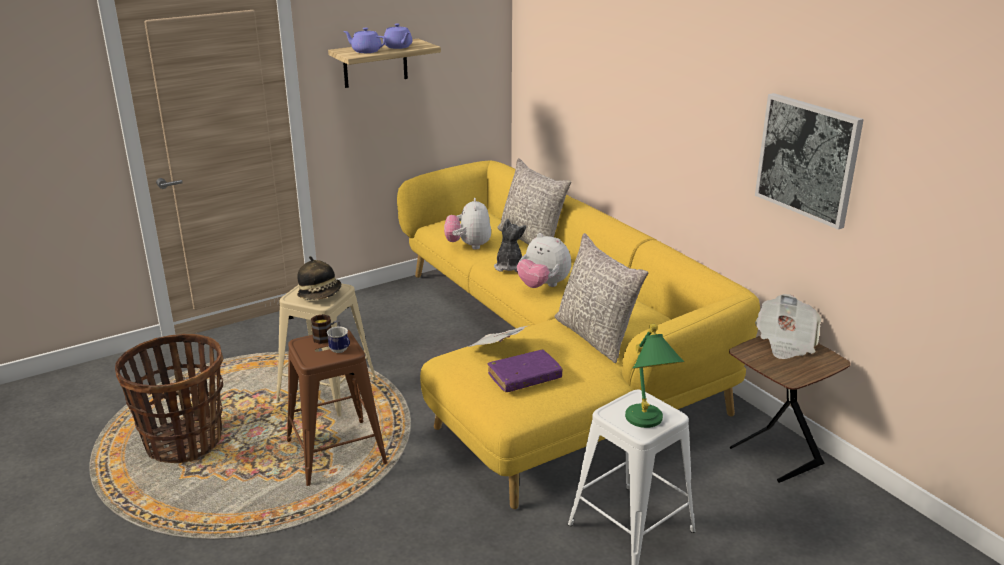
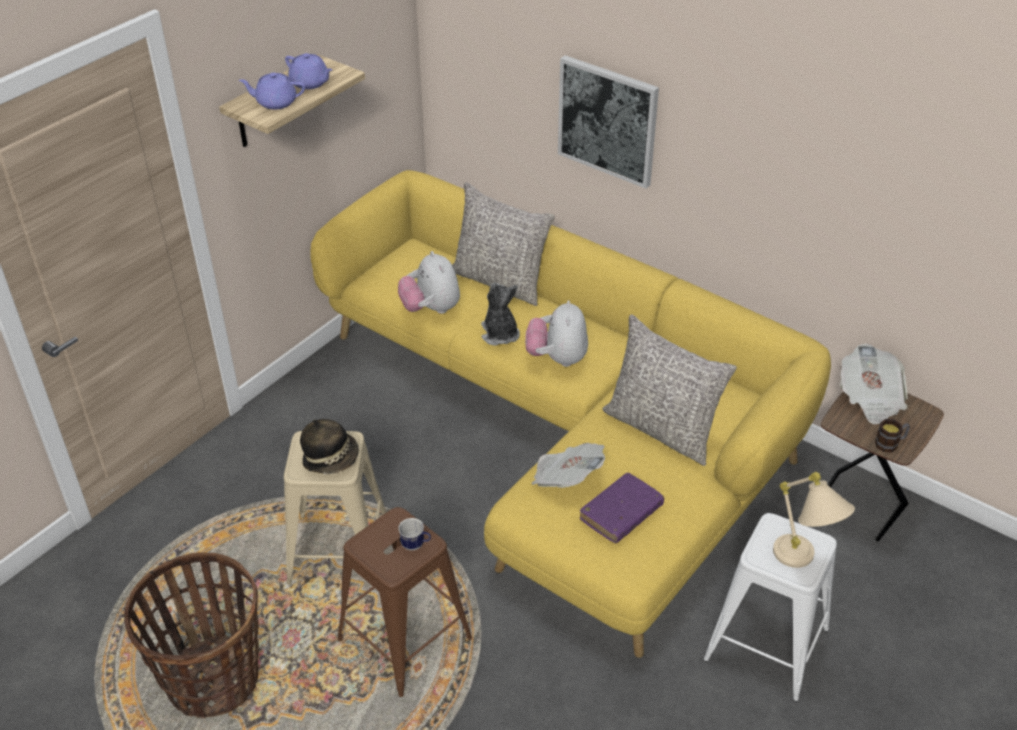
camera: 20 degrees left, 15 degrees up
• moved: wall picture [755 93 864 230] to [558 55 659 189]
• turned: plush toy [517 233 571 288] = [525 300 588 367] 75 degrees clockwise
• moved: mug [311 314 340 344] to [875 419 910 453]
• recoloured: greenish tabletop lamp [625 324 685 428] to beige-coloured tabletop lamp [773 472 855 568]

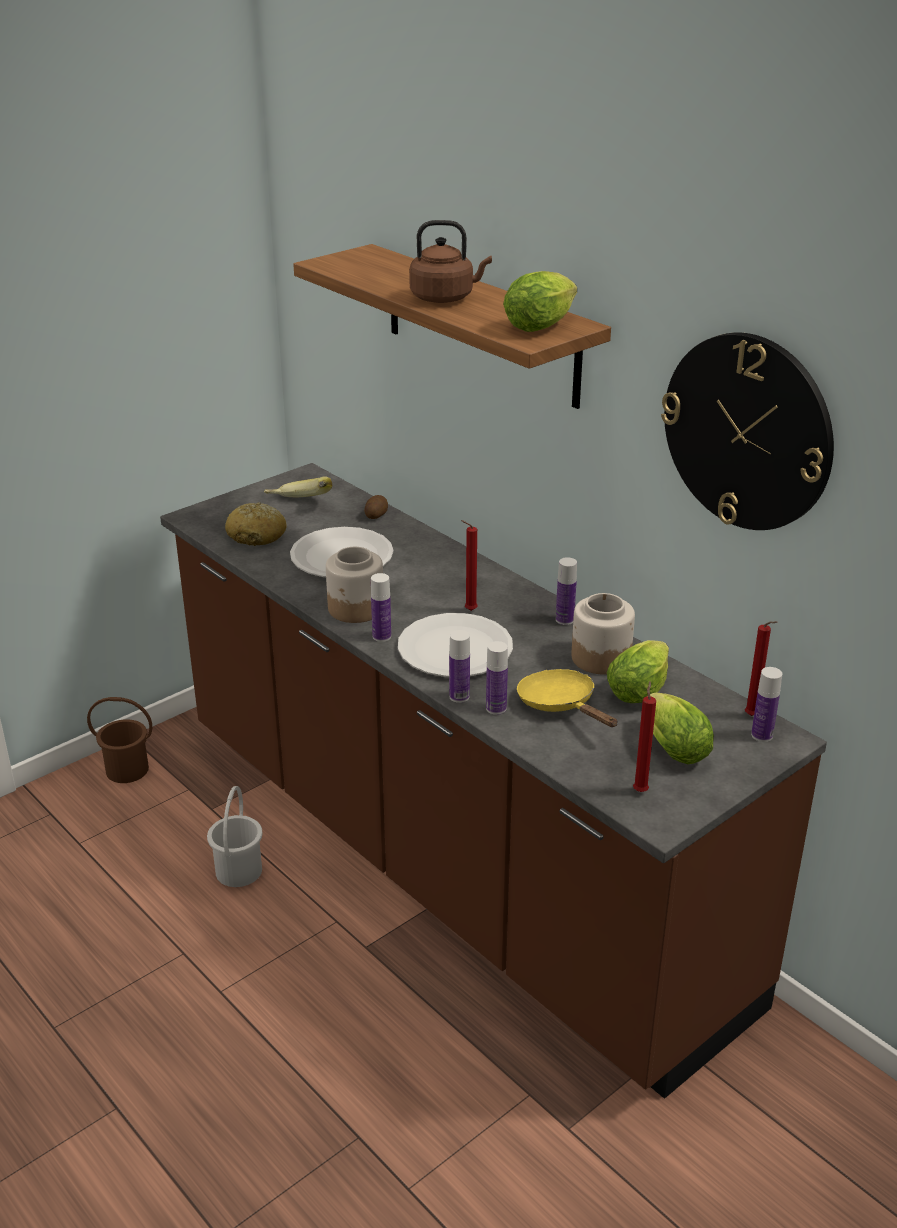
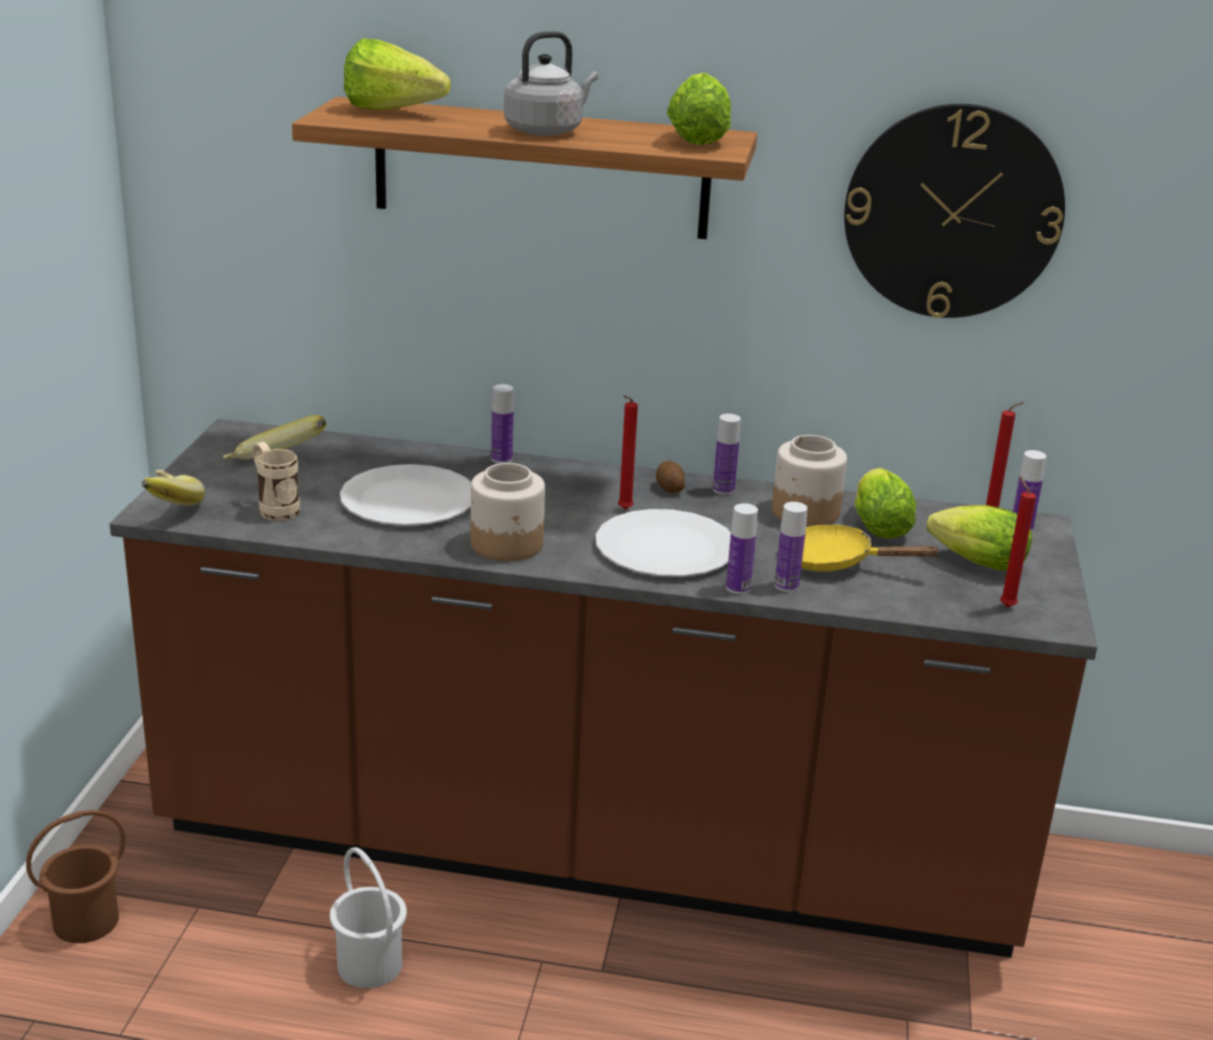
camera: 40 degrees left, 5 degrees down
• recoloured: brown-coloured kettle [409 220 492 303] to greyish kettle [504 31 598 136]
• moved: potato [364 495 388 519] to [656 461 685 493]
• replaced: bakery bread [225 502 287 546] to beige-coloured mug [252 442 300 521]
• moved: bottle [371 573 391 642] to [491 384 514 464]
• added: lettuce [344 38 451 110]
• added: banana [142 469 205 506]

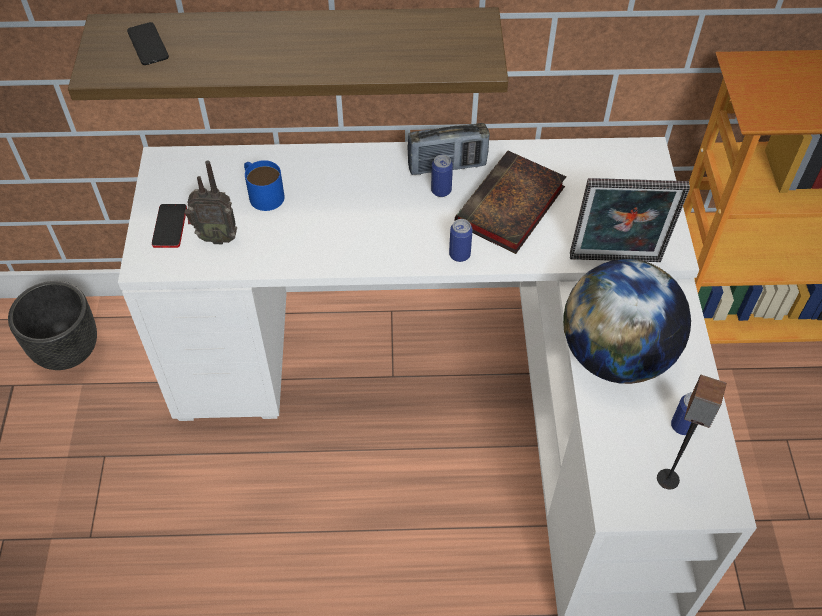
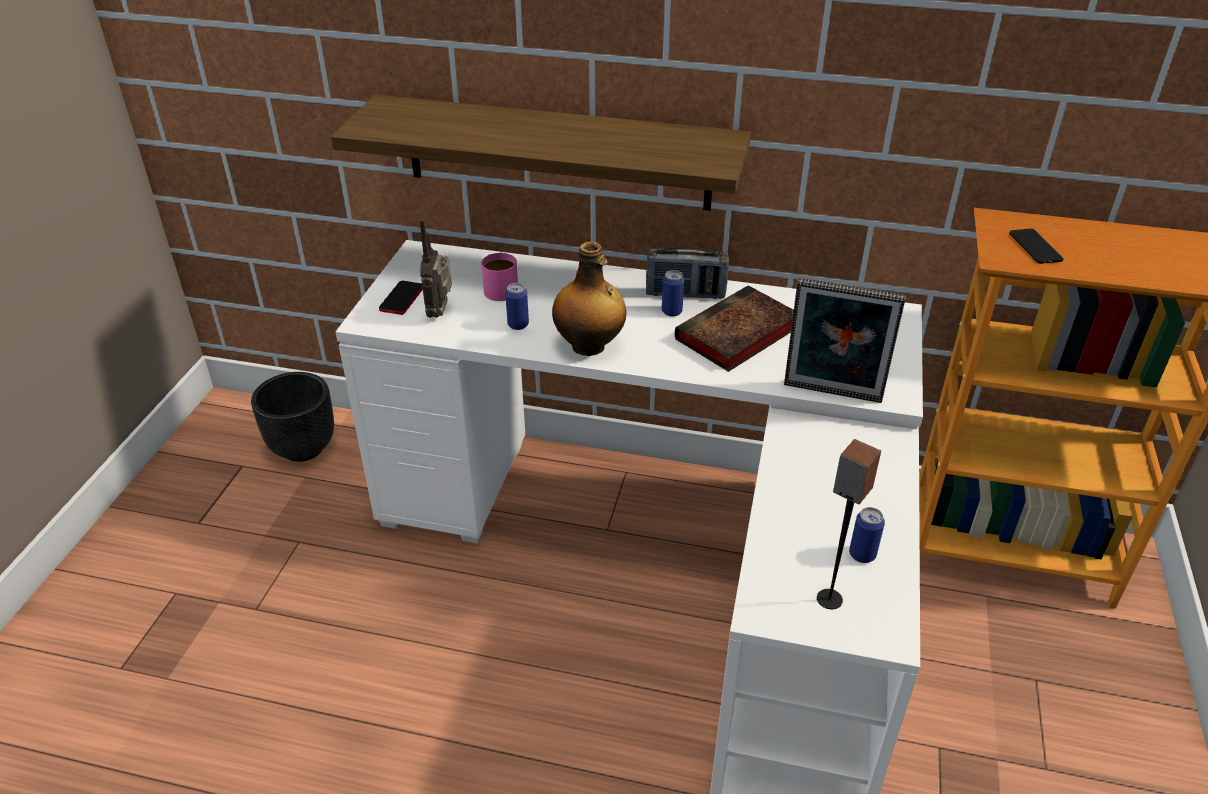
camera: 15 degrees right, 15 degrees down
• moved: telephone [127 22 169 65] to [1009 229 1064 264]
• recoloured: bluish mug [244 160 285 211] to pink mug [481 253 518 301]
• turned: radio set [185 161 237 245] = [420 219 452 318] 75 degrees clockwise
• moved: metal can [449 219 473 262] to [505 283 529 330]
• removed: globe [563 259 691 384]
• added: bottle [552 241 626 356]

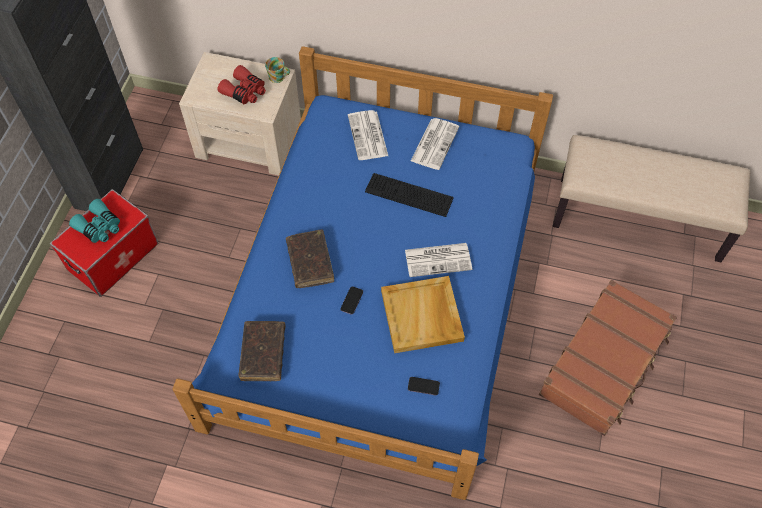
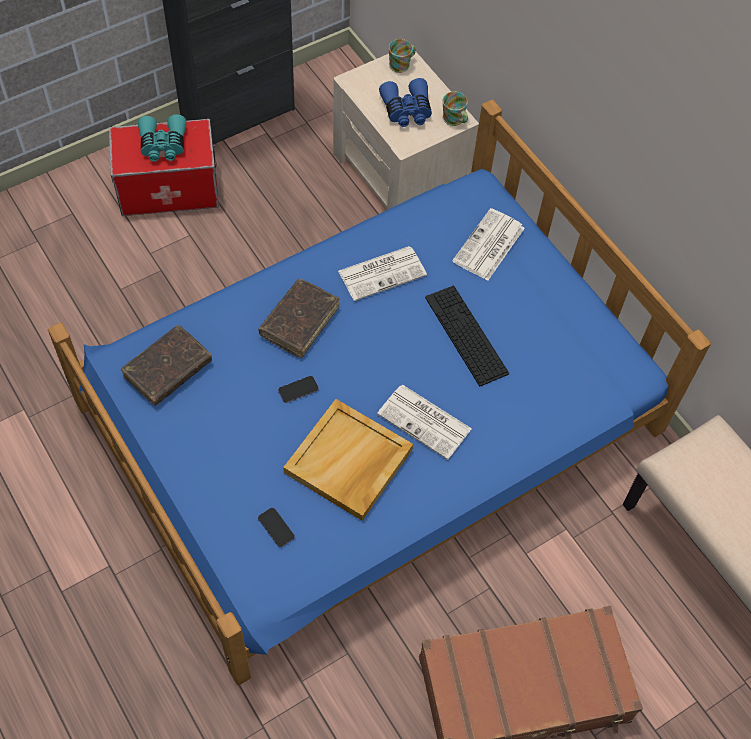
camera: 40 degrees right, 0 degrees up
• recoloured: reddish field glasses [217 65 266 104] to bluish field glasses [379 78 432 127]
• moved: daily paper [411 118 459 170] to [338 246 427 301]
• added: mug [389 39 416 73]

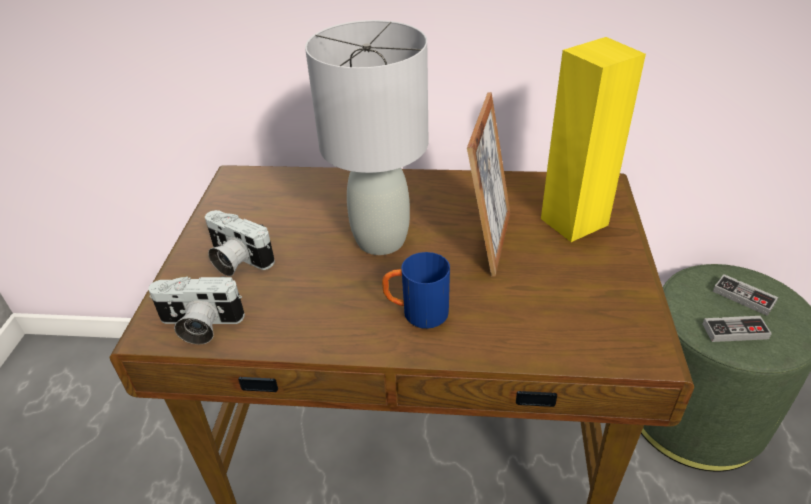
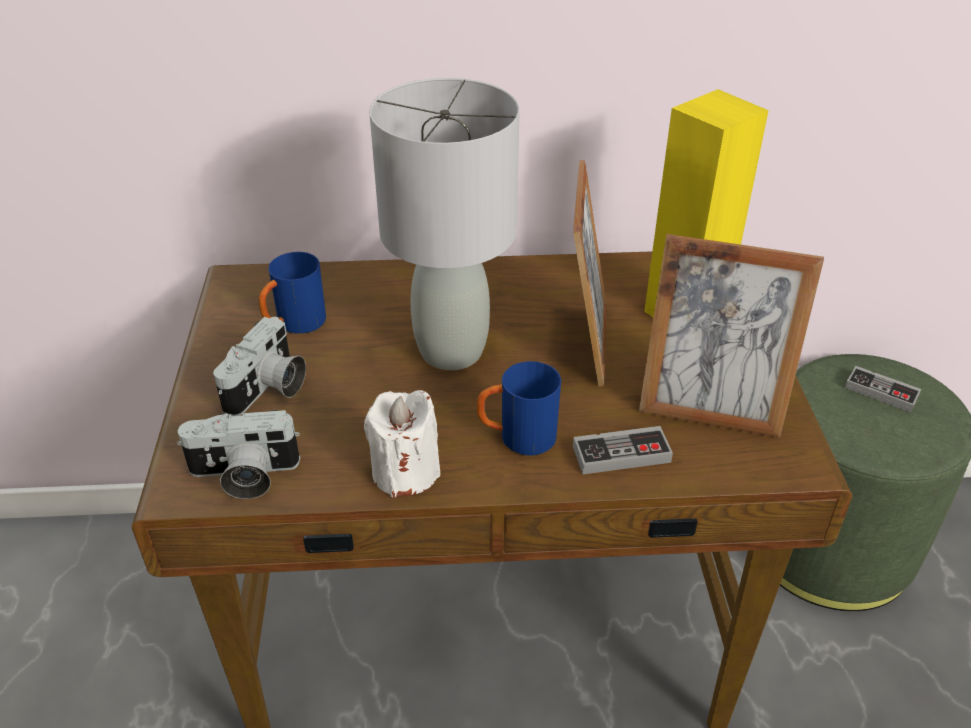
camera: 10 degrees left, 0 degrees up
• turned: still camera [205 210 275 276] = [213 317 306 417] 90 degrees counterclockwise
• moved: game controller [703 316 772 342] to [573 426 673 474]
• added: standing frame [639 234 824 438]
• added: bluish mug [259 252 326 334]
• added: white-coloured wax light [364 390 441 498]

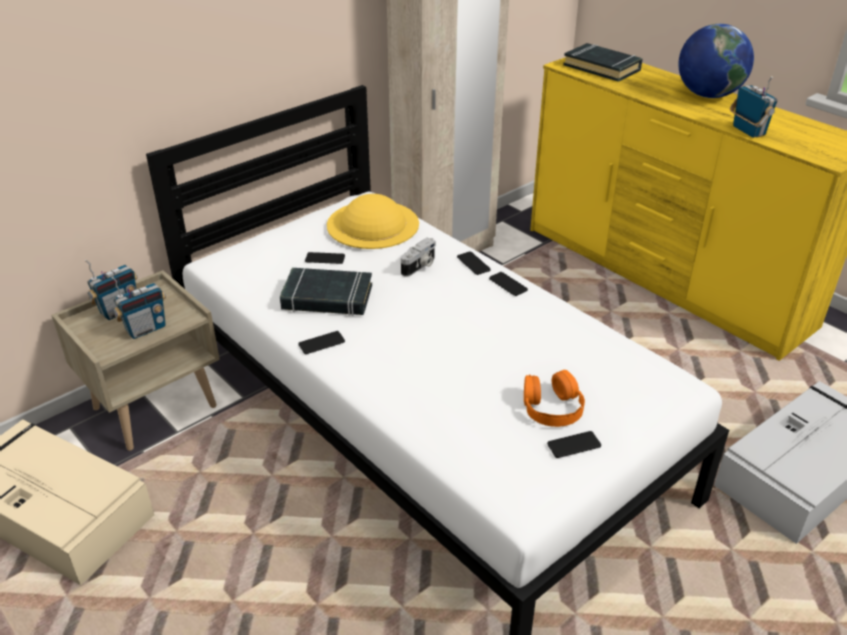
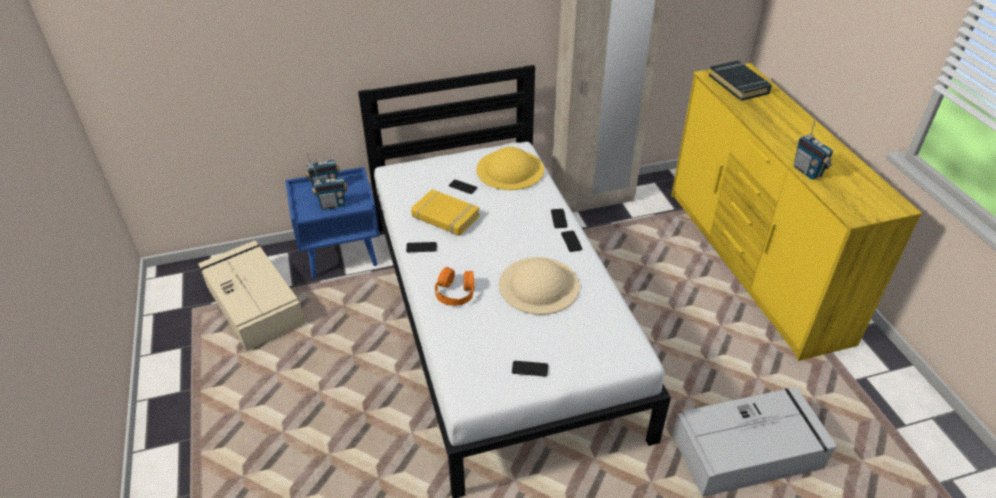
camera: 25 degrees right, 5 degrees up
• removed: globe [678 24 754 98]
• turned: radio set [730 76 777 138] = [794 119 833 180] 150 degrees clockwise
• removed: still camera [401 238 436 277]
• recoloured: black-coloured bound book [280 268 372 316] to yellowish bound book [411 189 480 236]
• recoloured: beige-coloured night table [51 270 220 451] to bluish night table [285 167 380 278]
• moved: orange headphones [524 370 585 427] to [435 267 474 306]
• added: beige-coloured wearable hat [499 257 580 315]

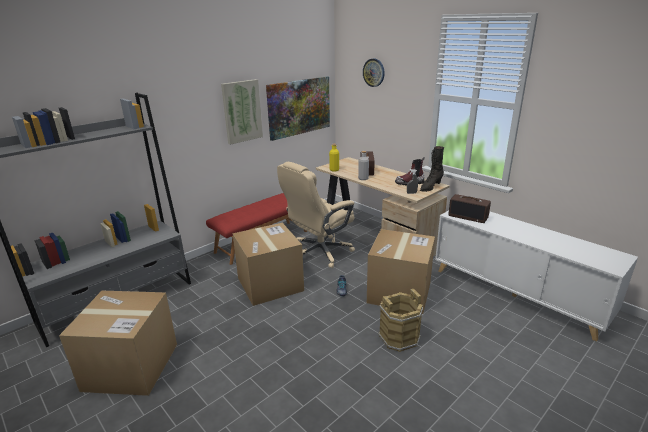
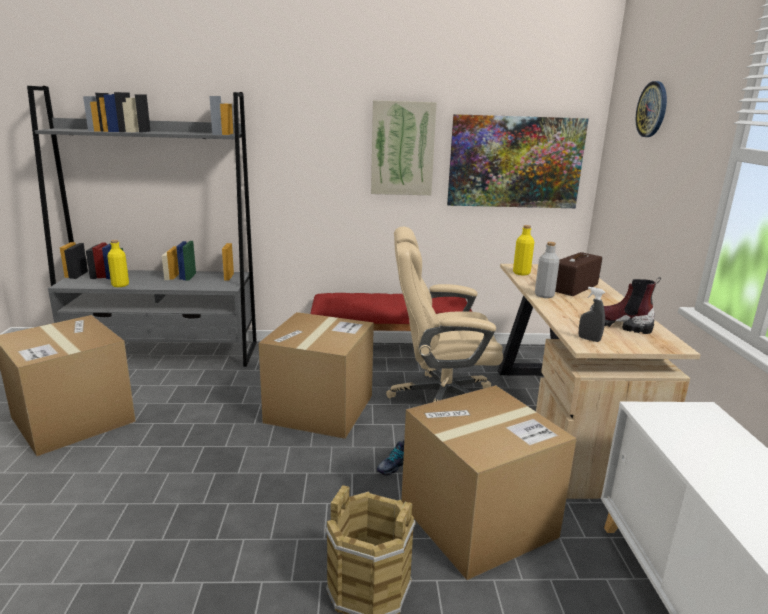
camera: 40 degrees right, 5 degrees down
• removed: black-coloured tall boot [420 146 444 192]
• removed: radio set [449 194 491 223]
• added: yellowish bottle [107 240 129 287]

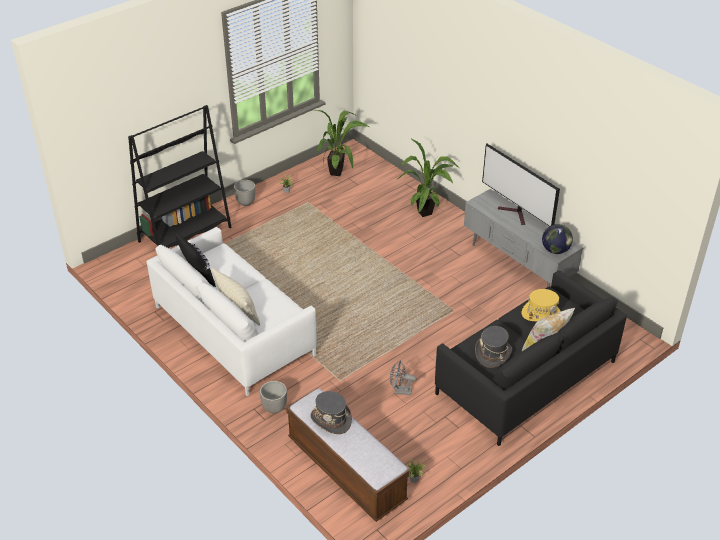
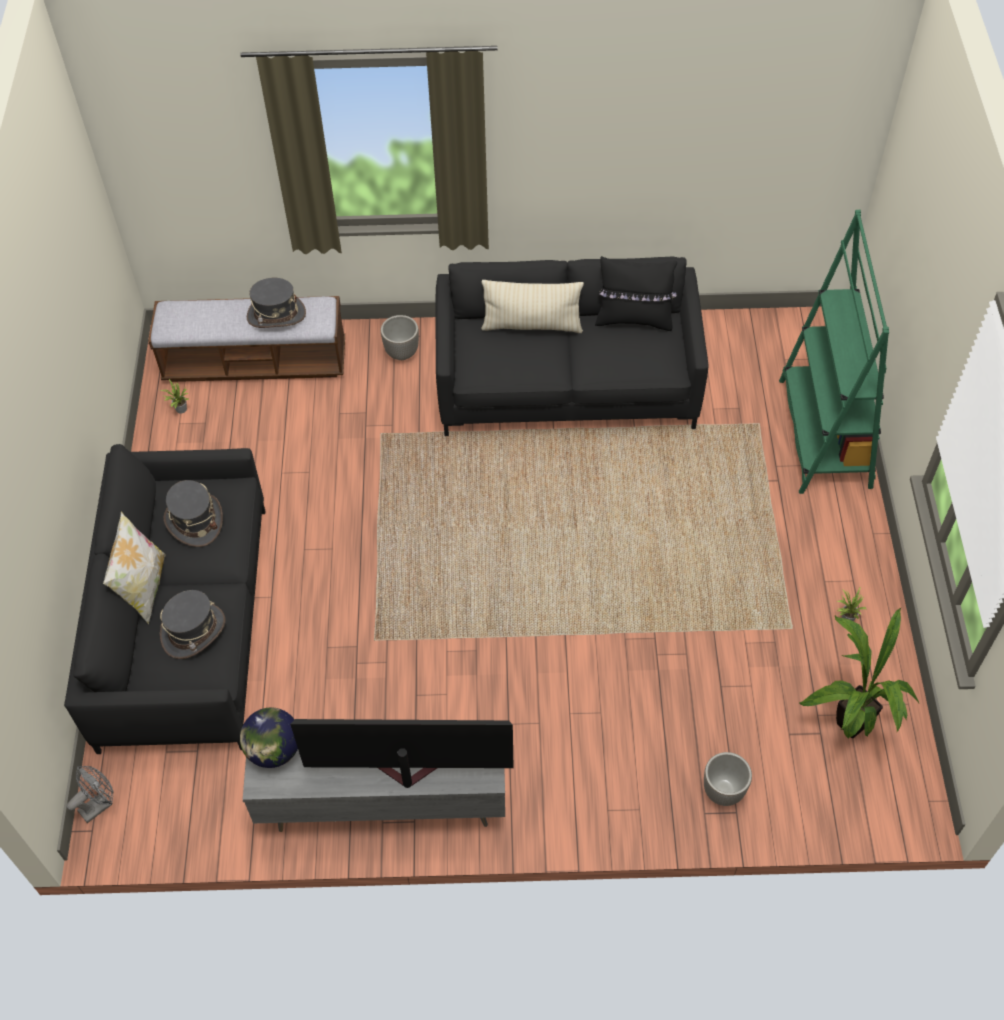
camera: 130 degrees right, 15 degrees up
• recoloured: black-coloured shelving unit [128 105 232 248] to greenish shelving unit [779 209 889 494]
• removed: houseplant [396 138 460 217]
• moved: planter [234 180 256 206] to [704 752 752 806]
• recoloured: white-coloured couch [147 227 317 396] to black-coloured couch [436 256 708 436]
• recoloured: yellowish wearable hat [522 289 561 321] to greyish wearable hat [160 590 225 659]
• moved: greyish electric fan [390 360 417 395] to [66 766 114 823]

